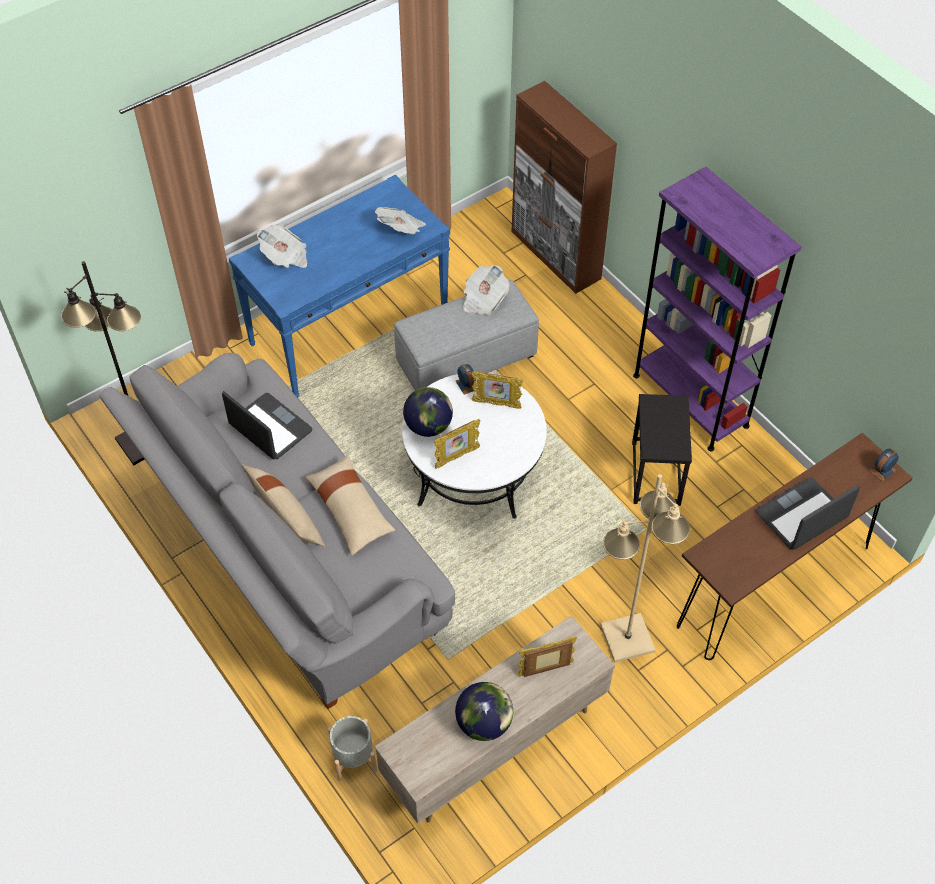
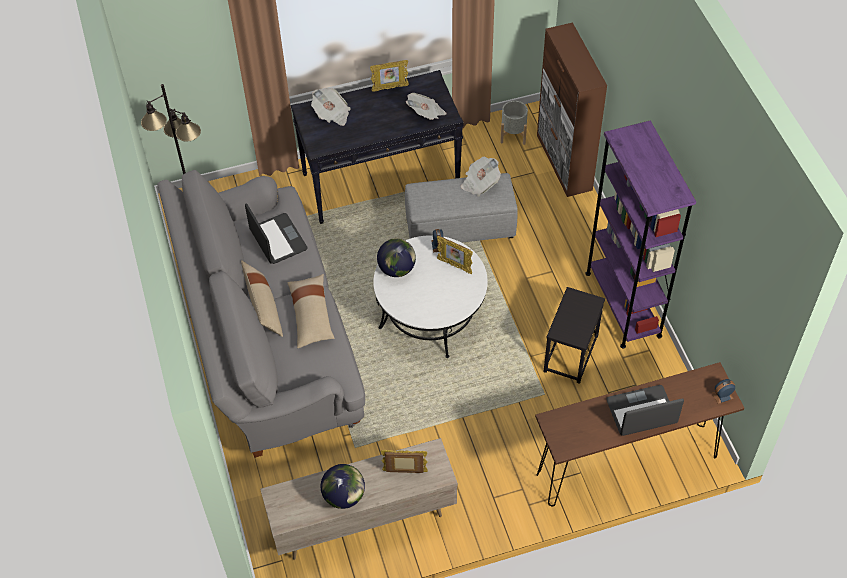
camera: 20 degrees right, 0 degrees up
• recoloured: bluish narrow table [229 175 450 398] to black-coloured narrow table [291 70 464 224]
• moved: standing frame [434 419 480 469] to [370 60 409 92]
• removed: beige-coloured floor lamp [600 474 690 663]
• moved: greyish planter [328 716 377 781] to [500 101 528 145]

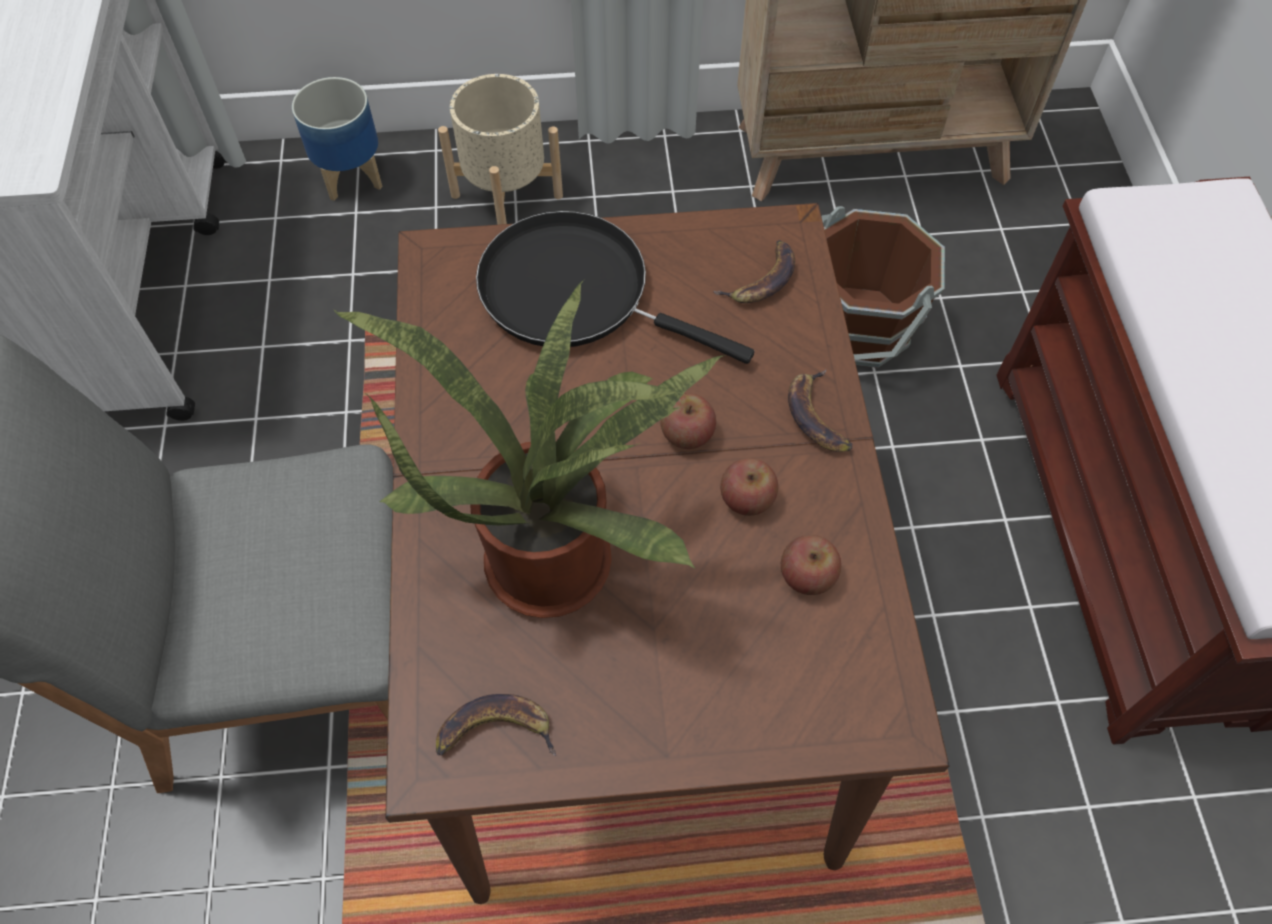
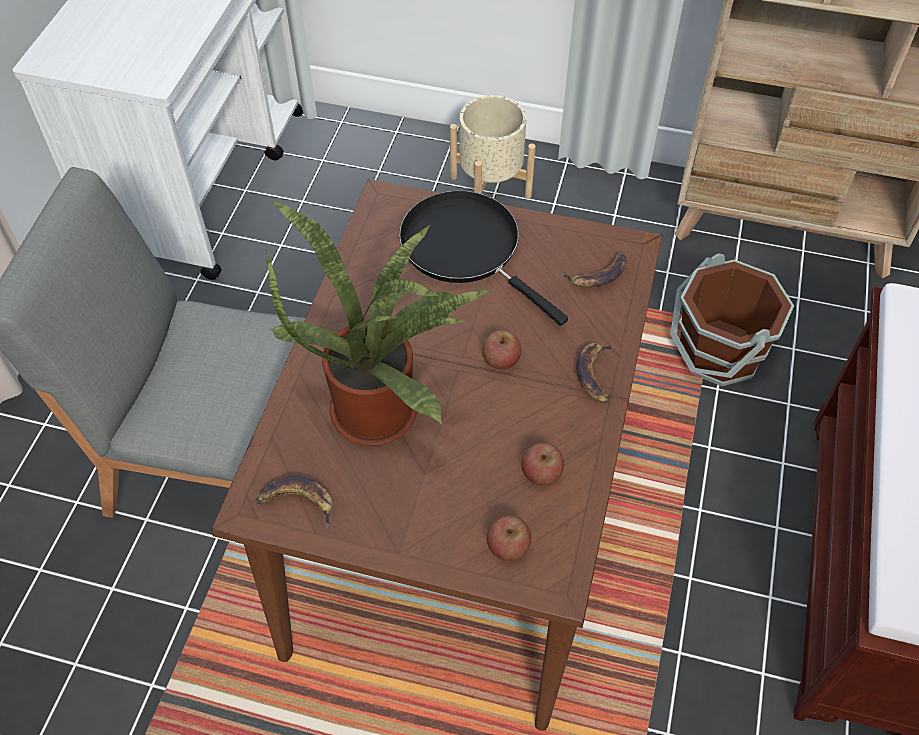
camera: 20 degrees right, 5 degrees down
• removed: planter [292 77 382 201]
• moved: apple fruit [720 458 778 516] to [487 515 531 561]

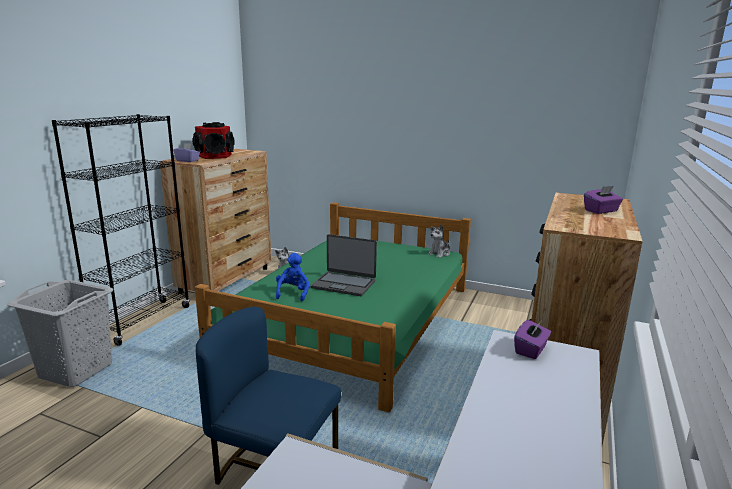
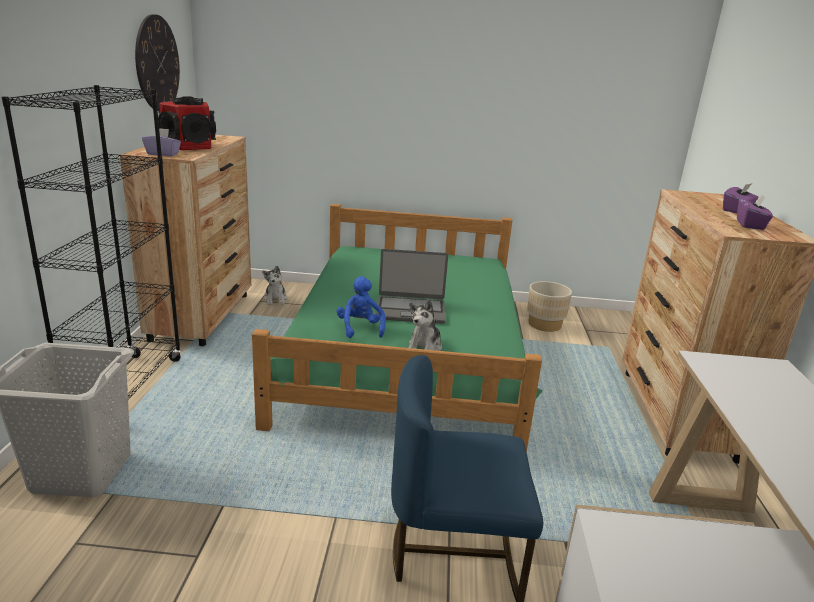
camera: 20 degrees left, 5 degrees up
• moved: plush toy [428 224 450 258] to [408 300 442 351]
• moved: purple-coloured box of tissues [514 320 551 359] to [737 194 773 230]
• added: wall clock [135 14 180 111]
• added: beige-coloured planter [527 281 572 332]

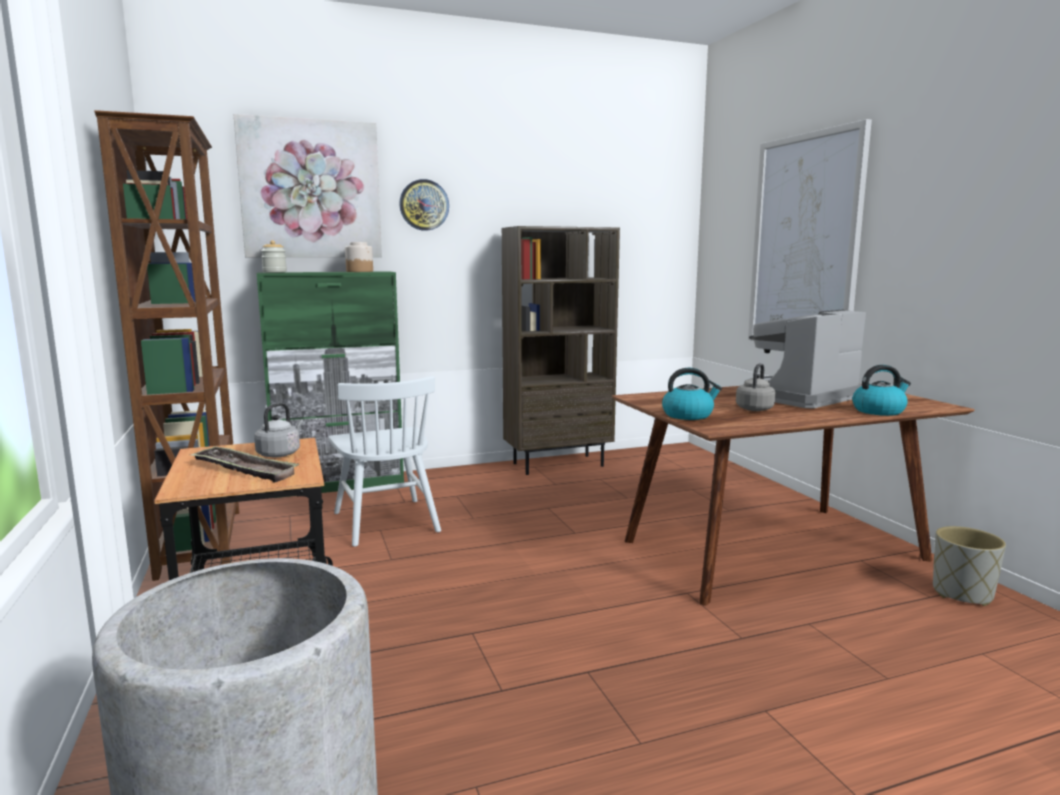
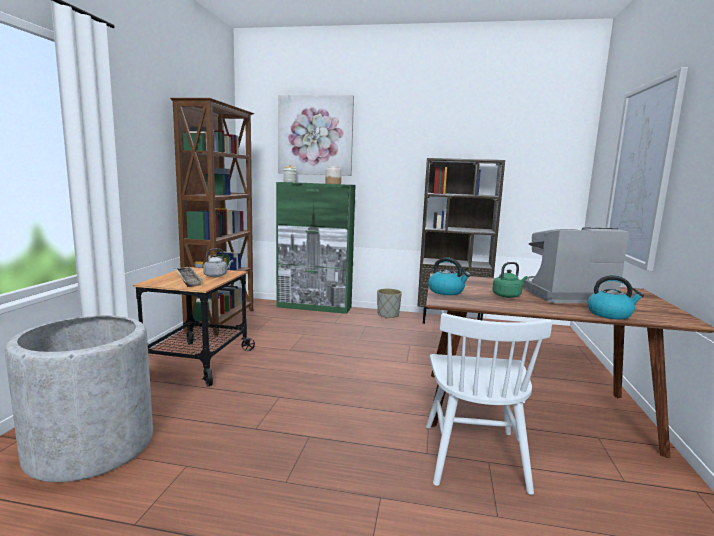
camera: 30 degrees right, 0 degrees up
• removed: wall clock [399 179 449 231]
• recoloured: greyish kettle [736 363 776 411] to greenish kettle [492 262 527 298]
• moved: white-coloured upright chair [329 376 441 547] to [426 313 552 495]
• moved: greyish planter [933 526 1006 606] to [377 289 402 319]

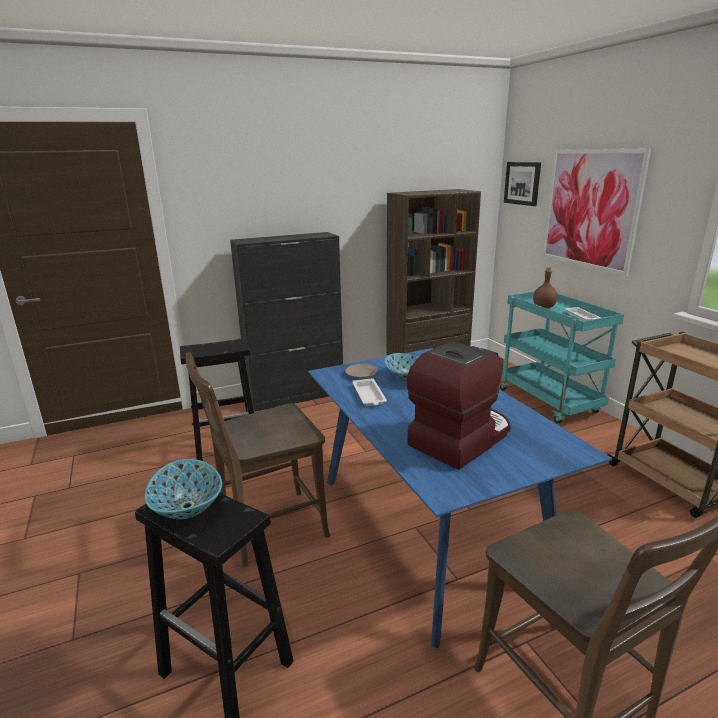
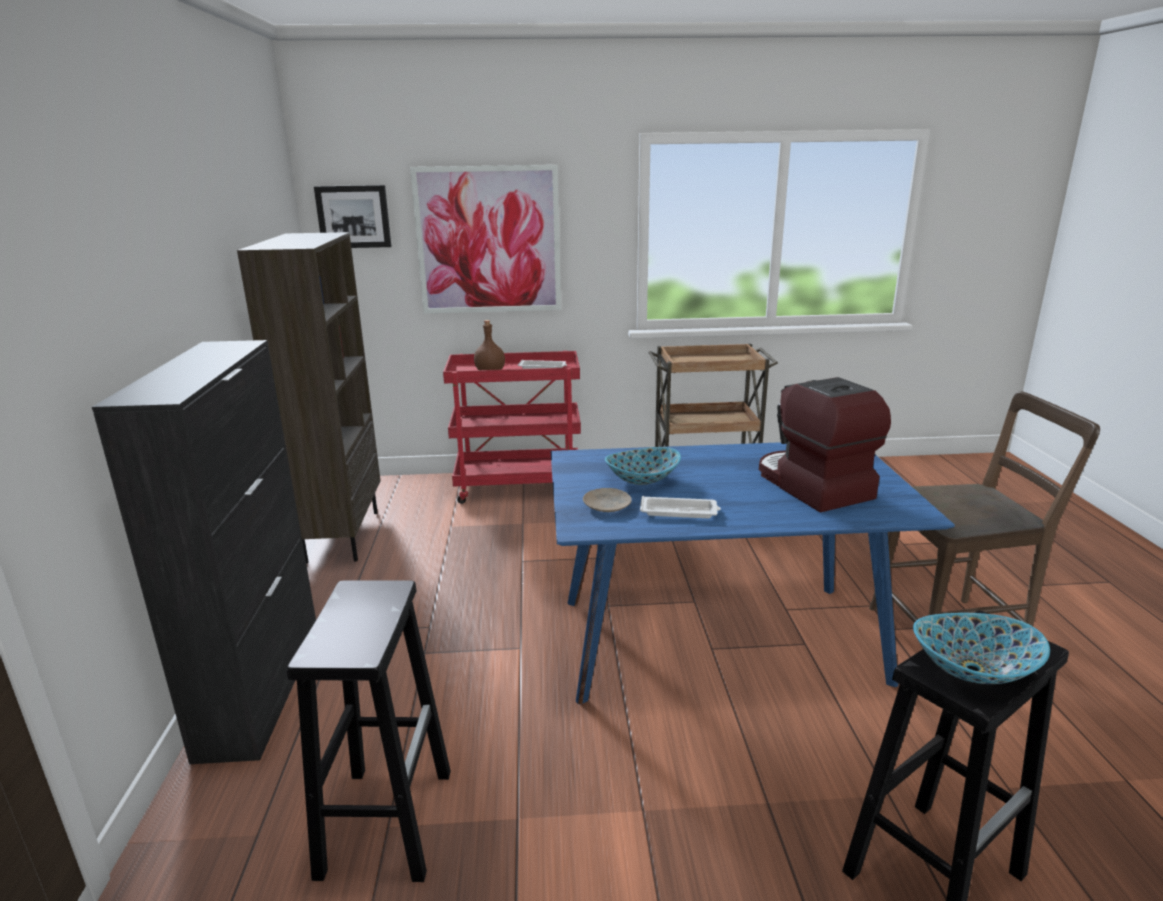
camera: 70 degrees left, 0 degrees up
• recoloured: turquoise trolley [500 291 624 424] to reddish trolley [443 351 581 504]
• removed: brown-coloured upright chair [186 352 330 567]

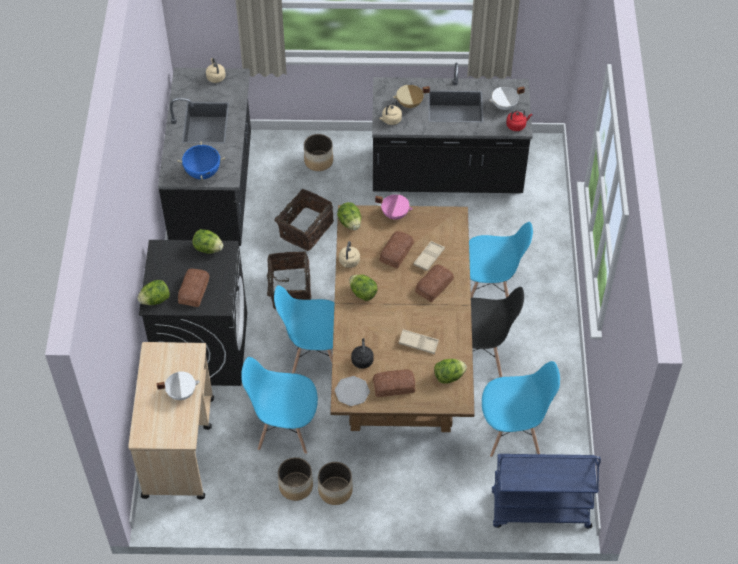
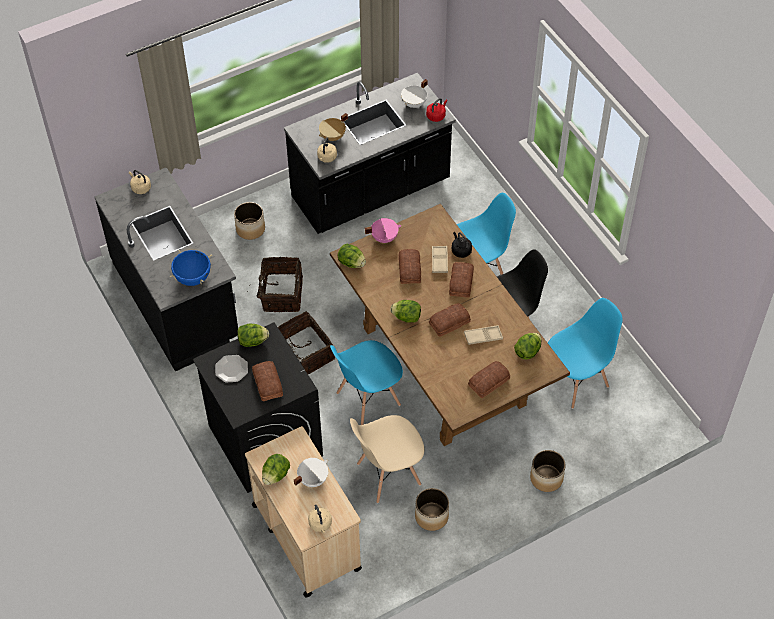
camera: 30 degrees left, 0 degrees up
• moved: beige-coloured kettle [339 241 360 268] to [308 505 332 533]
• moved: lettuce [137 280 170 305] to [262 454 290 485]
• moved: black-coloured kettle [351 338 374 369] to [452 232 472 258]
• recoloured: bluish upright chair [241 357 318 454] to beige-coloured upright chair [350 415 424 503]
• moved: dinner plate [335 376 370 406] to [215 355 248 383]
• removed: bluish trolley [492 454 601 528]
• moved: planter [318 462 353 505] to [530 450 566 492]
• added: bakery bread [429 303 471 337]

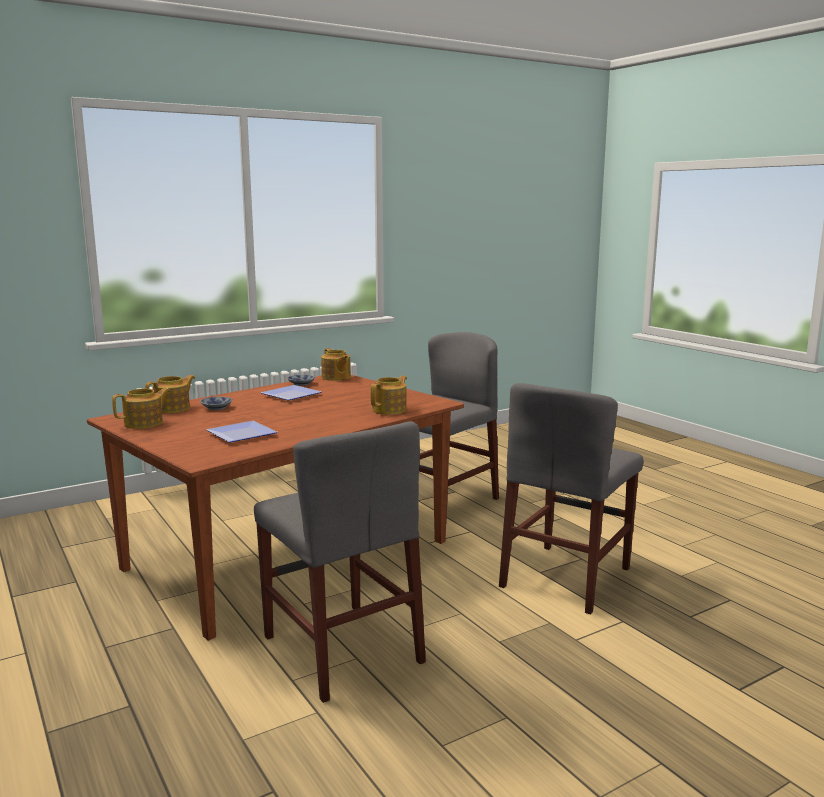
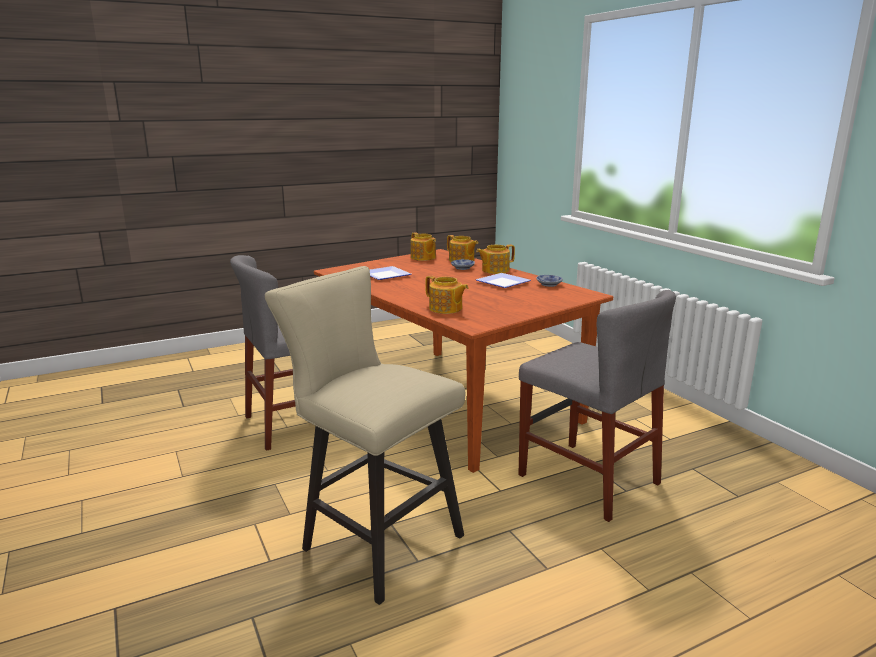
camera: 95 degrees right, 5 degrees up
• moved: pot for tea [321 348 351 381] to [476 244 515 274]
• replaced: greyish upright chair [499 383 643 615] to beige-coloured sitting stool [265 266 465 605]

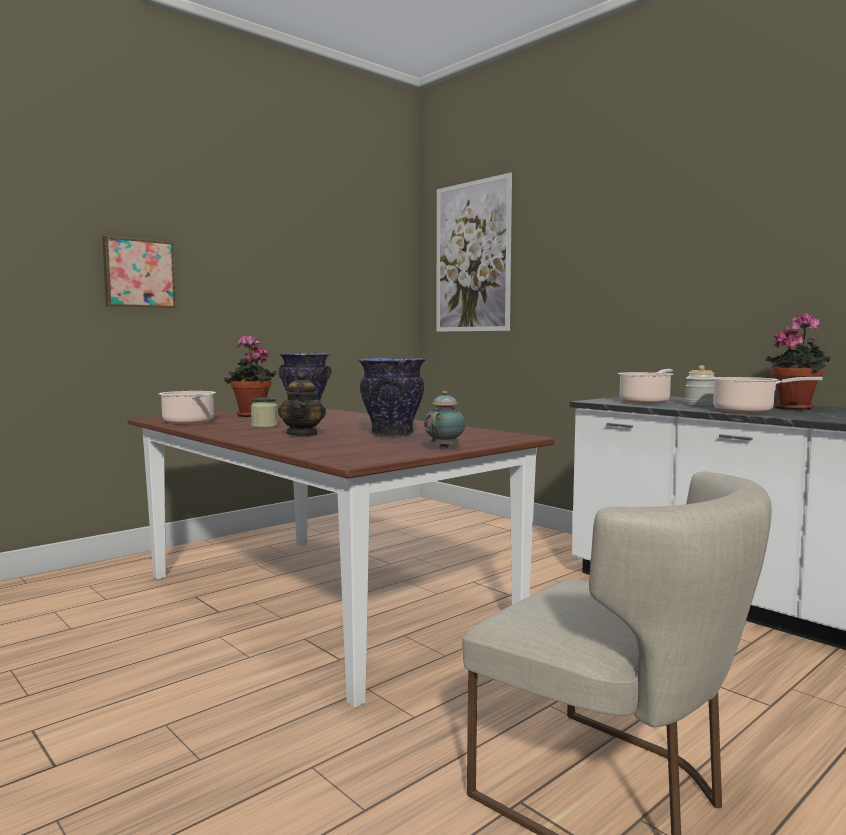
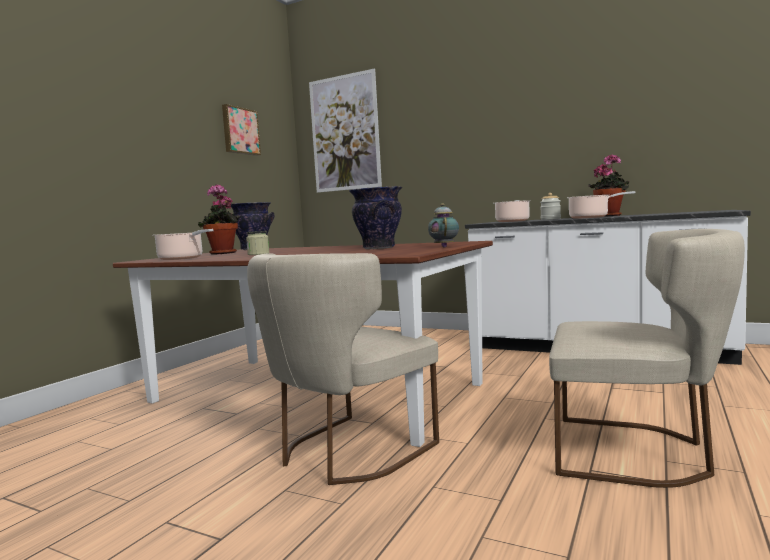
camera: 20 degrees left, 0 degrees up
• moved: wall picture [102 236 176 309] to [222 104 261 156]
• removed: pot for tea [278 371 326 436]
• added: beige-coloured upright chair [247 253 439 485]

